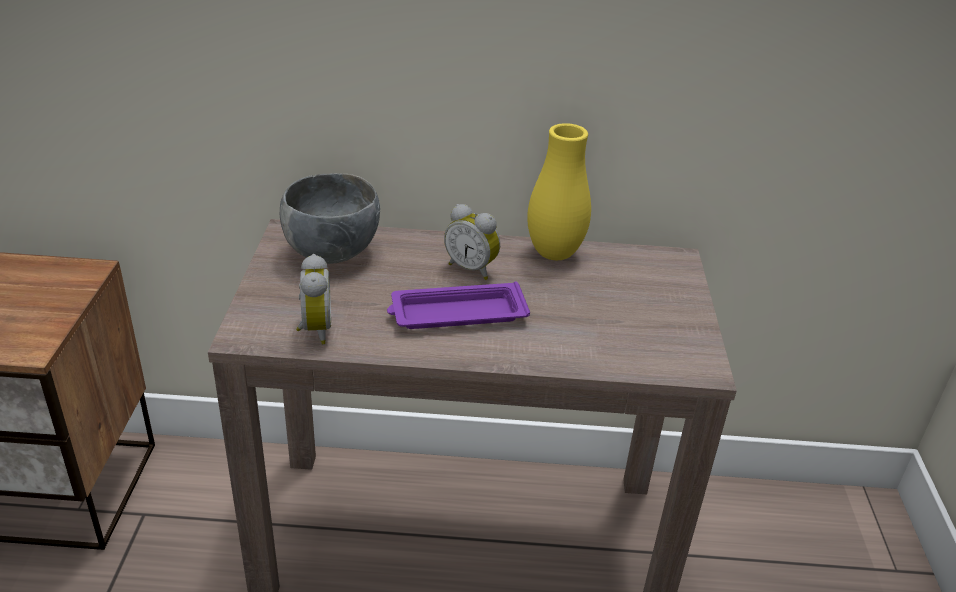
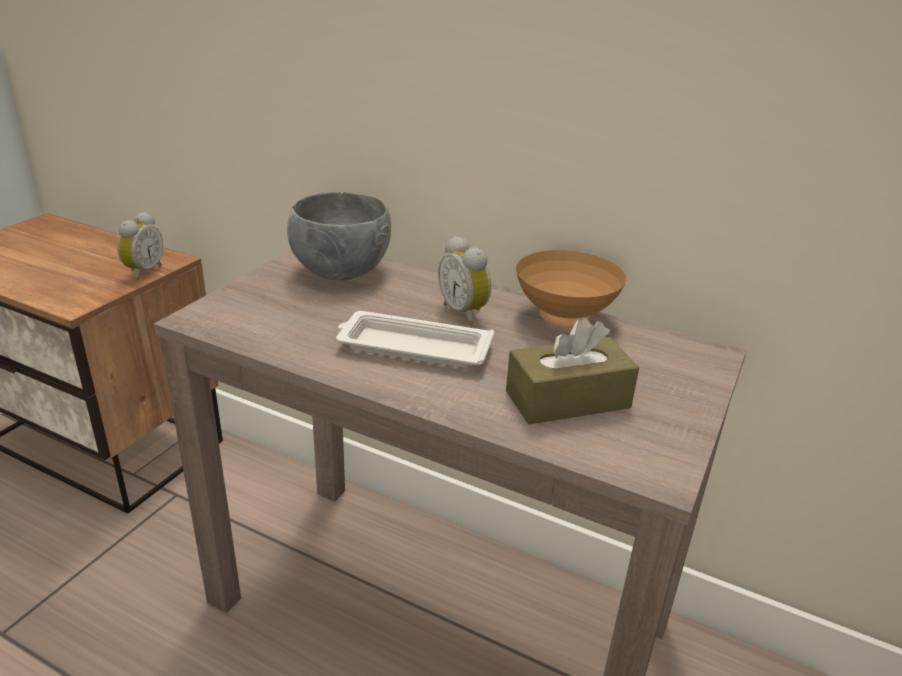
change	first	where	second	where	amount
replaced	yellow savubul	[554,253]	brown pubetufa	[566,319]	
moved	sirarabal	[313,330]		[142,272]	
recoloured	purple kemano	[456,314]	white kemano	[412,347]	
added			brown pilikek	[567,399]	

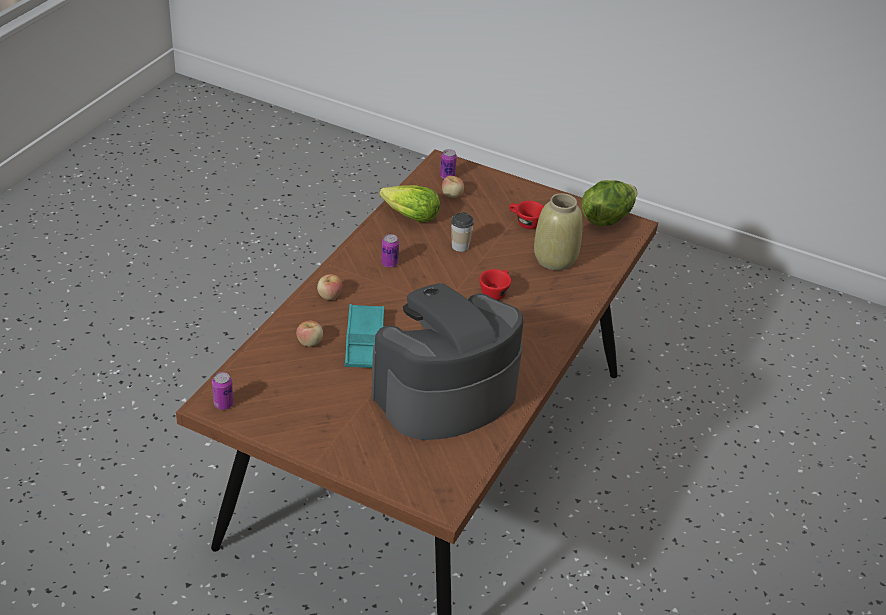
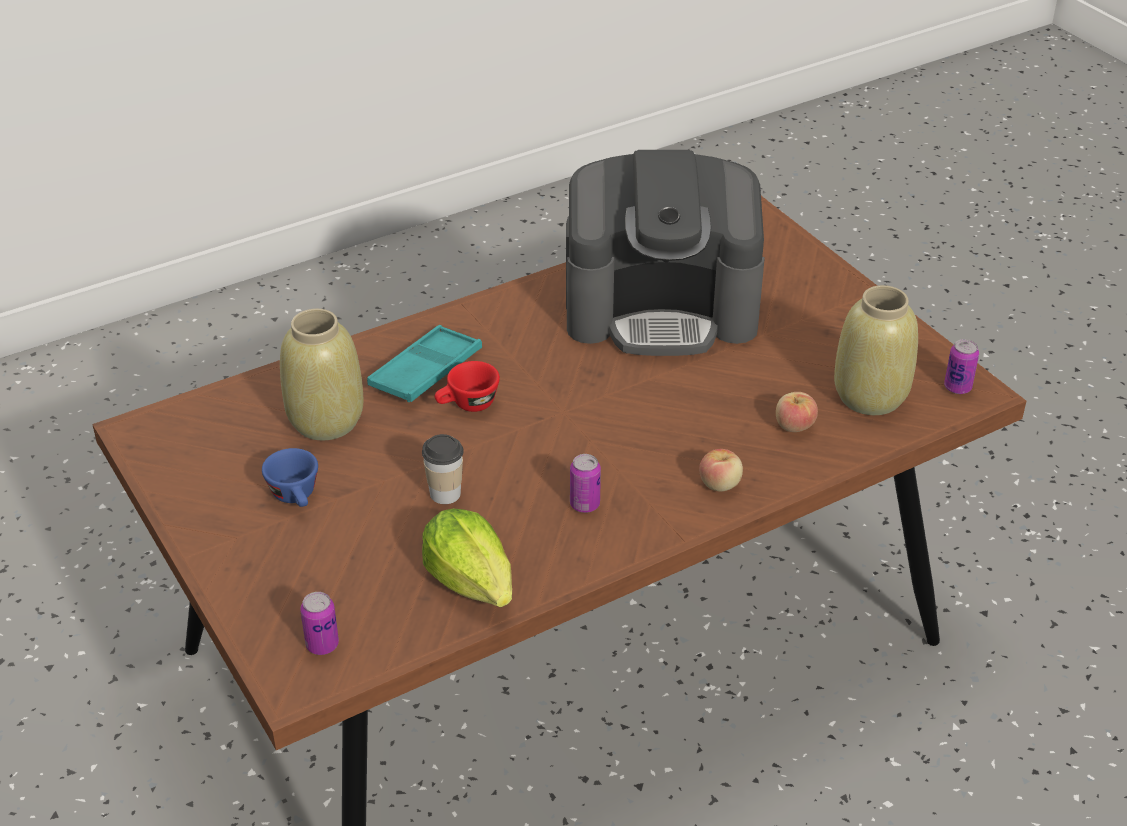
change	first	where	second	where	amount
removed	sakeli	[452,195]			
removed	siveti	[607,218]			
recoloured	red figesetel	[524,223]	blue figesetel	[296,497]	
moved	turquoise kemano	[364,341]		[426,371]	
added			beige savubul	[870,396]	

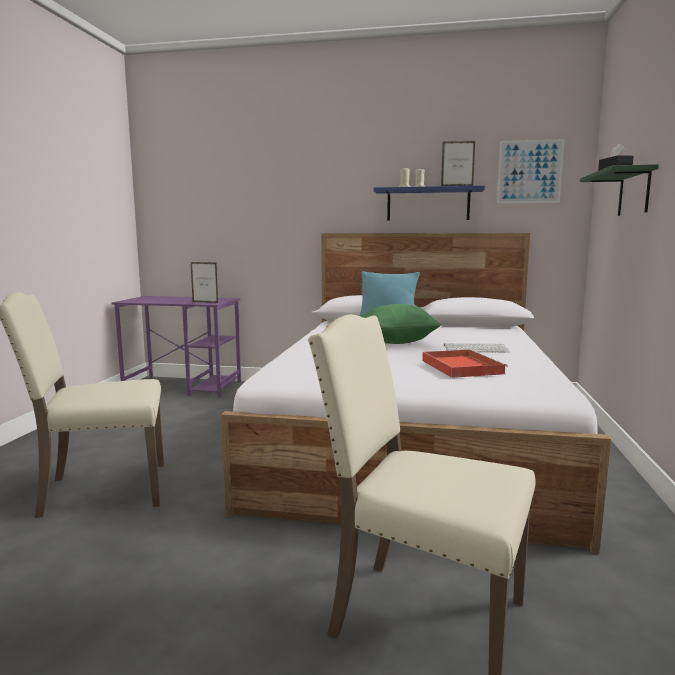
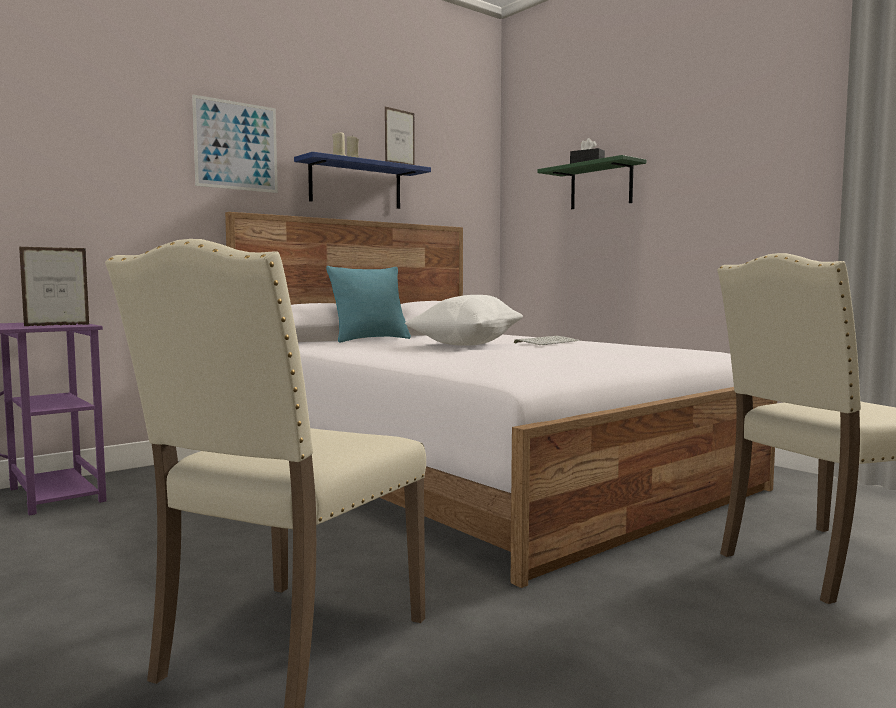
change	first	where	second	where	amount
moved	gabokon	[529,171]		[236,146]	
recoloured	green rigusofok	[395,342]	white rigusofok	[466,345]	
removed	red kemano	[460,366]			

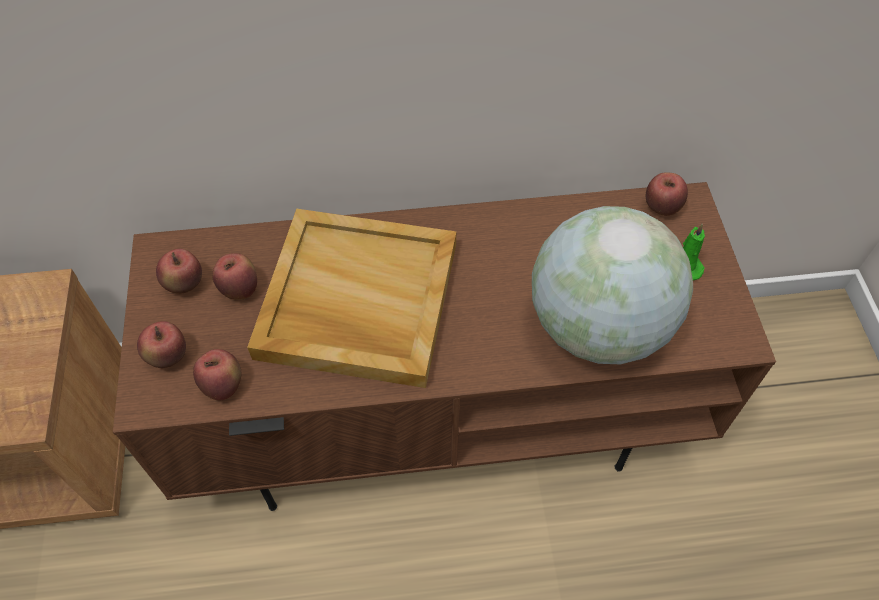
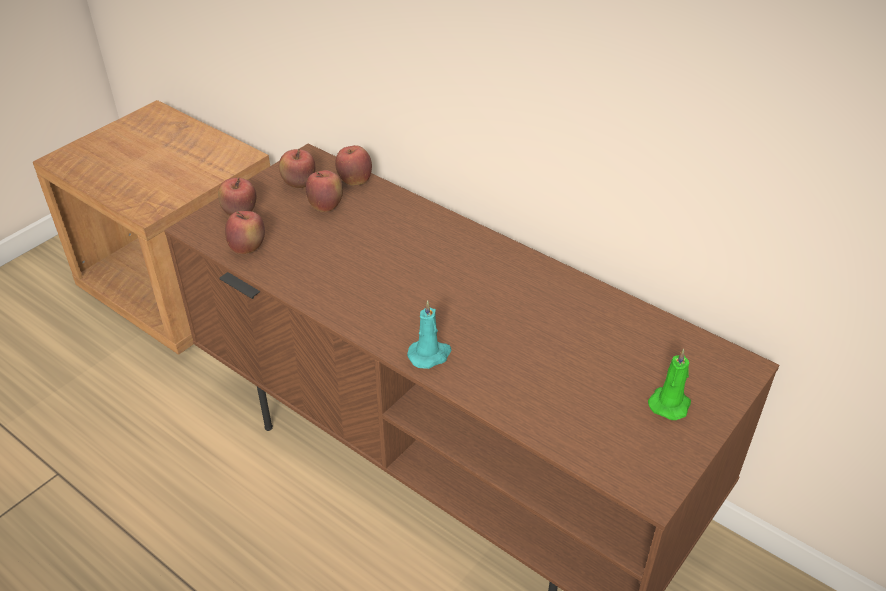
change	first	where	second	where	amount
moved	sakeli	[661,208]		[354,181]	
removed	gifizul	[598,326]			
removed	beige kemano	[356,301]			
added			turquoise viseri	[430,355]	

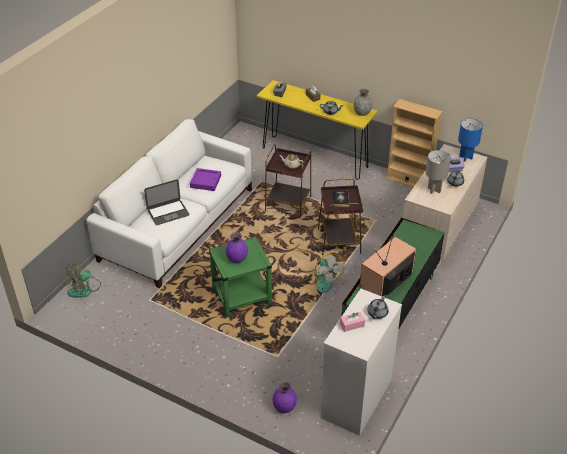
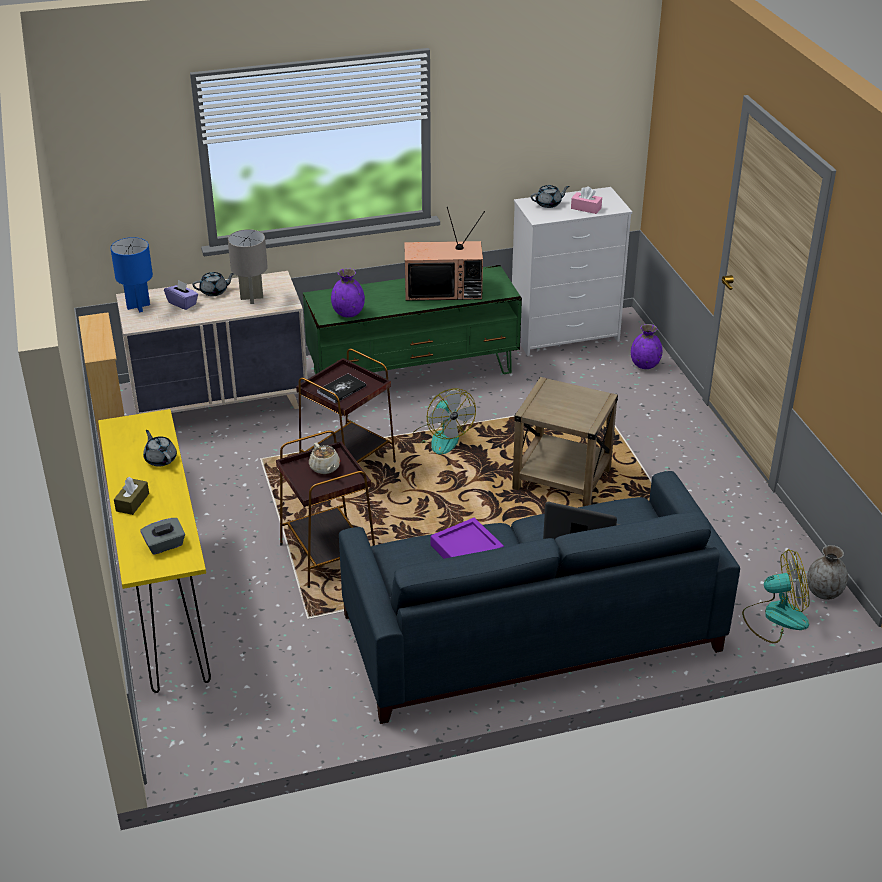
change	first	where	second	where	amount
moved	grey savubul	[362,113]		[823,593]	
recoloured	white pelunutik	[178,224]	blue pelunutik	[529,631]	
moved	purple savubul	[237,259]		[348,313]	
recoloured	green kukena	[241,296]	beige kukena	[562,479]	
turned	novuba	[322,280]		[440,438]	135 degrees clockwise

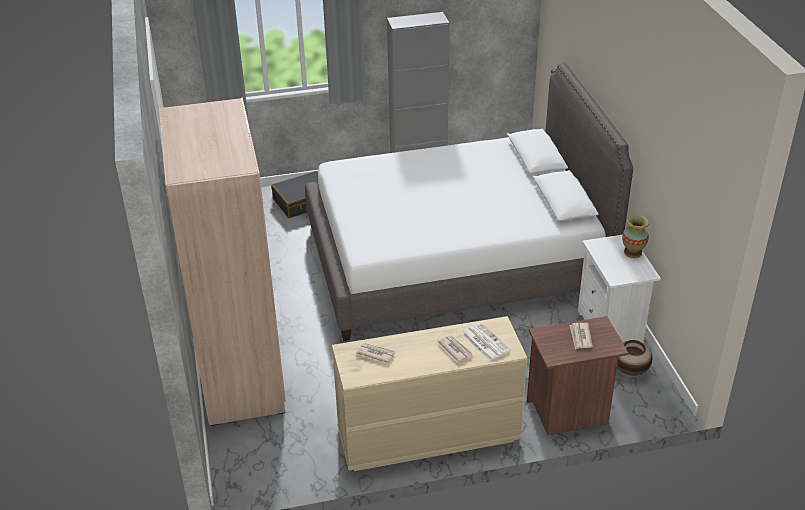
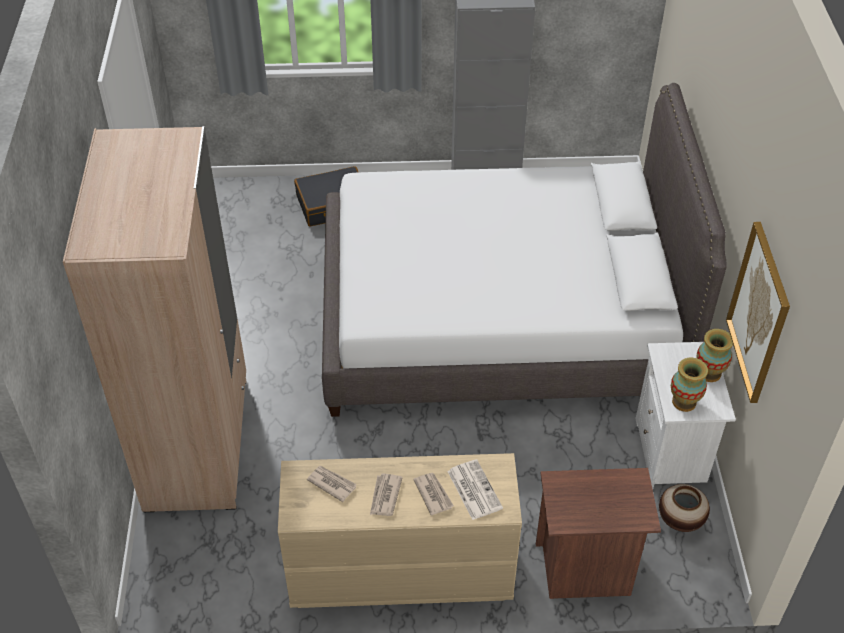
change	first	where	second	where	amount
moved	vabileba	[580,337]		[385,496]	
added			gabokon	[759,313]	
added			savubul	[684,402]	

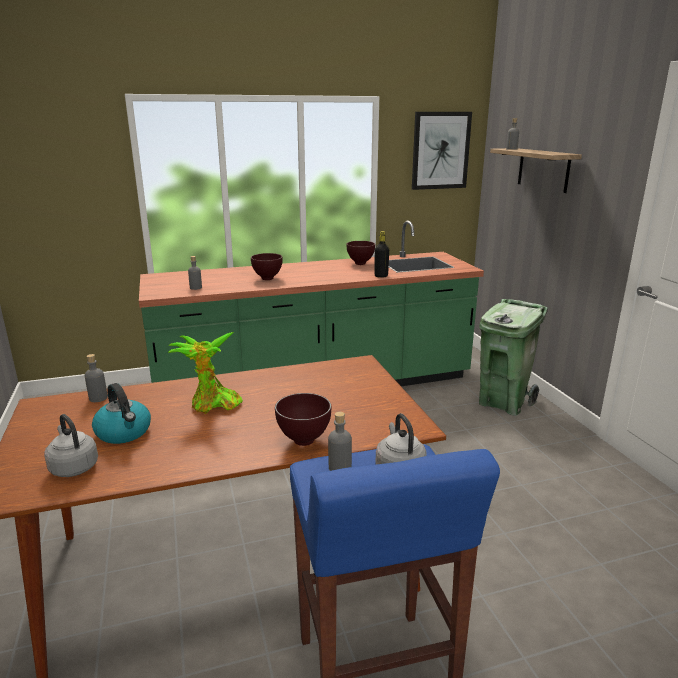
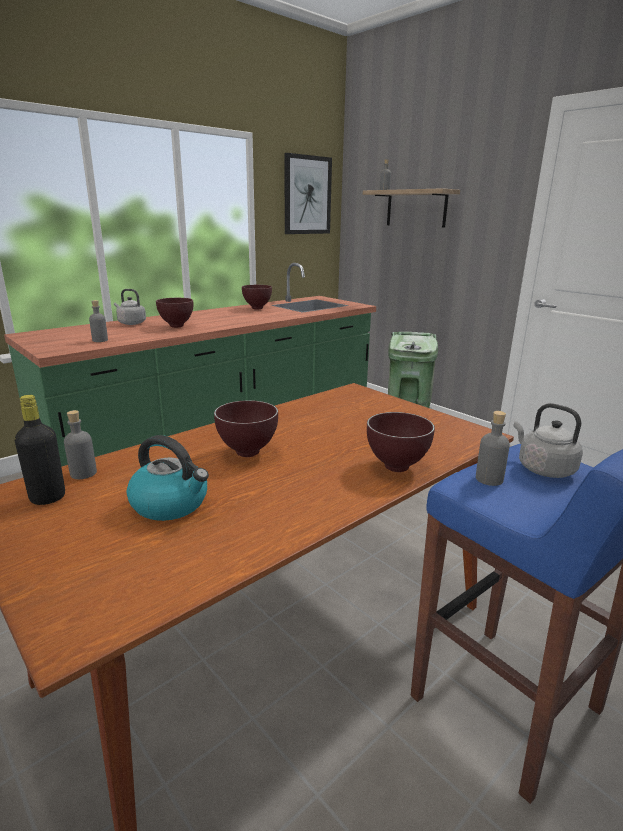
change	first	where	second	where	amount
moved	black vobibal	[381,276]		[48,498]	
replaced	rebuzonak	[212,405]	brown pubetufa	[249,453]	
moved	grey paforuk	[73,467]		[130,323]	

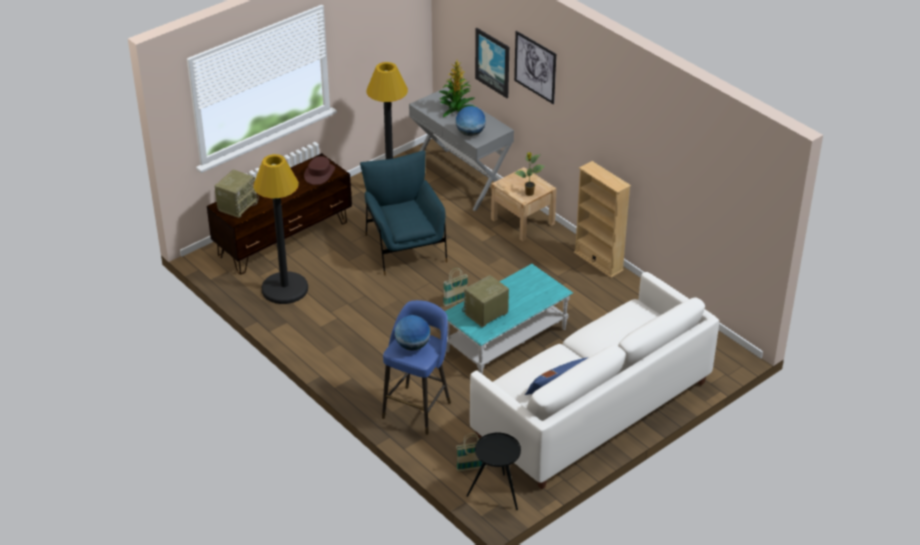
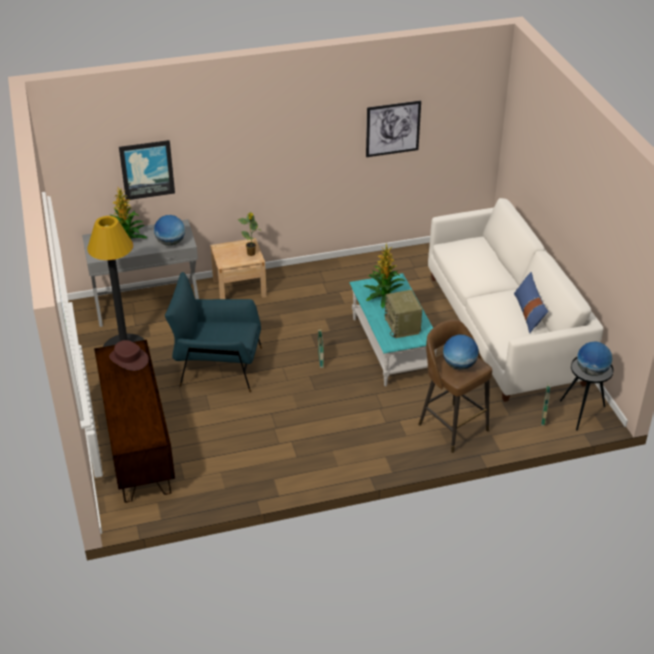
change	first	where	second	where	amount
moved	gabokon	[535,67]		[393,128]	
removed	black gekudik	[285,289]			
removed	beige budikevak	[598,261]			
removed	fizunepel	[237,205]			
recoloured	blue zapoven	[418,409]	brown zapoven	[451,426]	
added			rebuzonak	[383,296]	
added			gifizul	[592,371]	

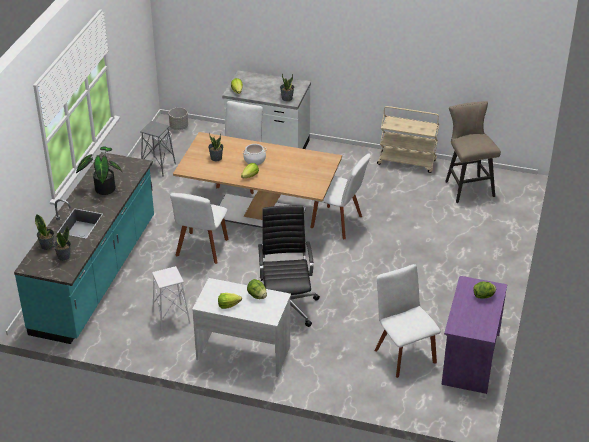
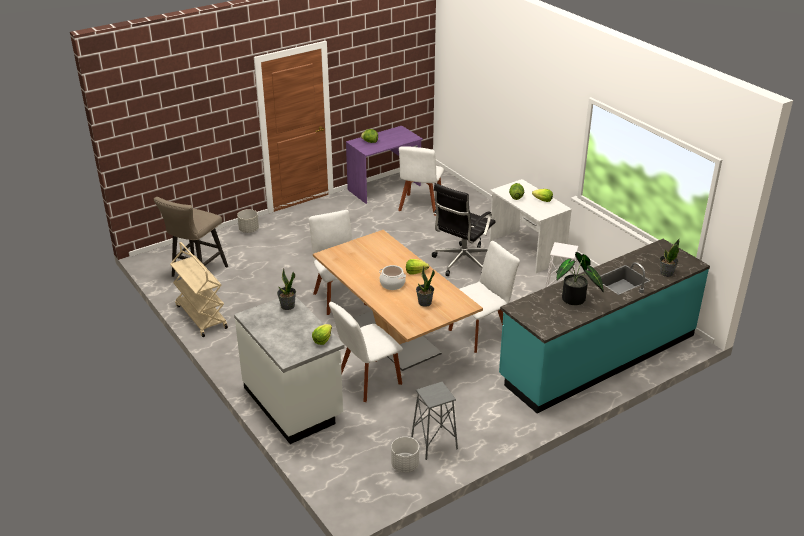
change	first	where	second	where	amount
moved	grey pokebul	[179,127]		[249,230]	
removed	rebuzonak	[64,256]			

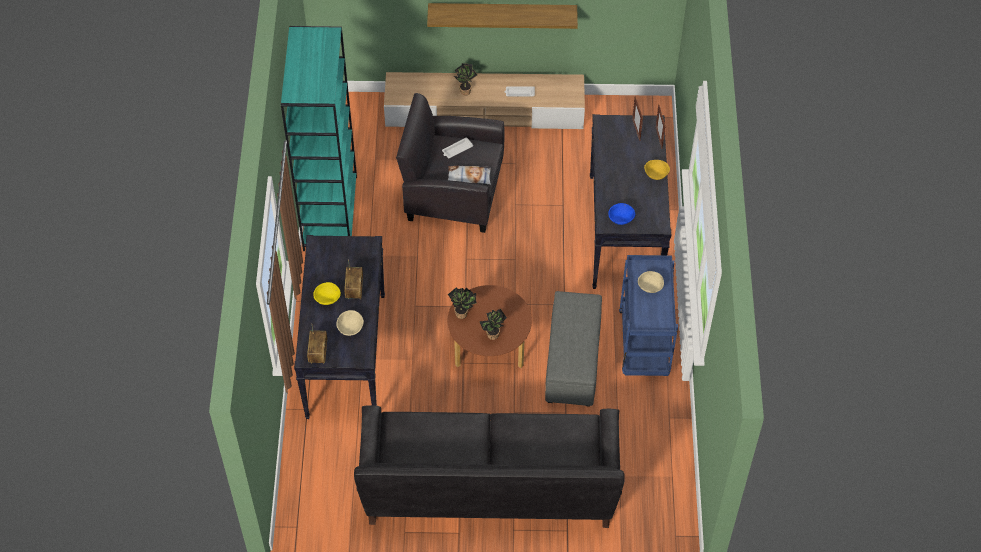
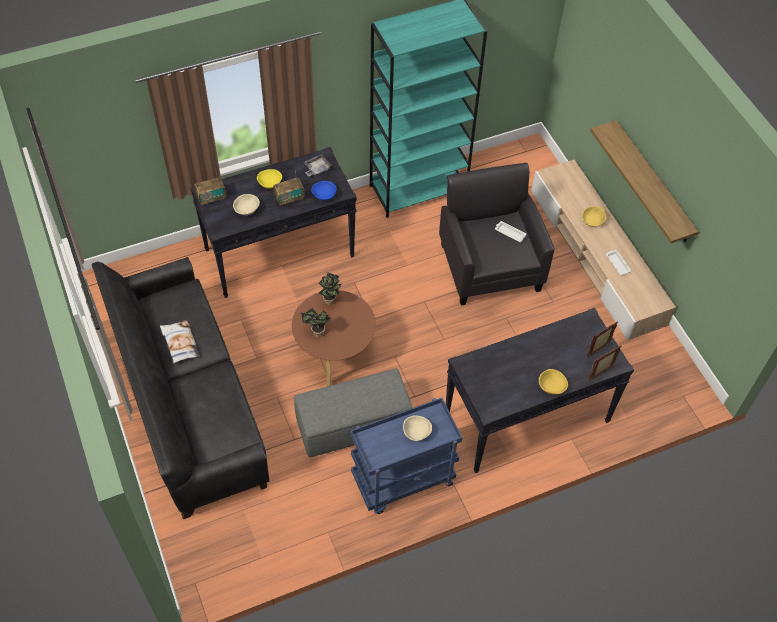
change	first	where	second	where	amount
replaced	rebuzonak	[465,90]	yellow pubetufa	[592,221]	
moved	rigusofok	[469,178]		[179,343]	
moved	blue pubetufa	[621,219]		[324,196]	
added			grey kemano	[317,168]	

